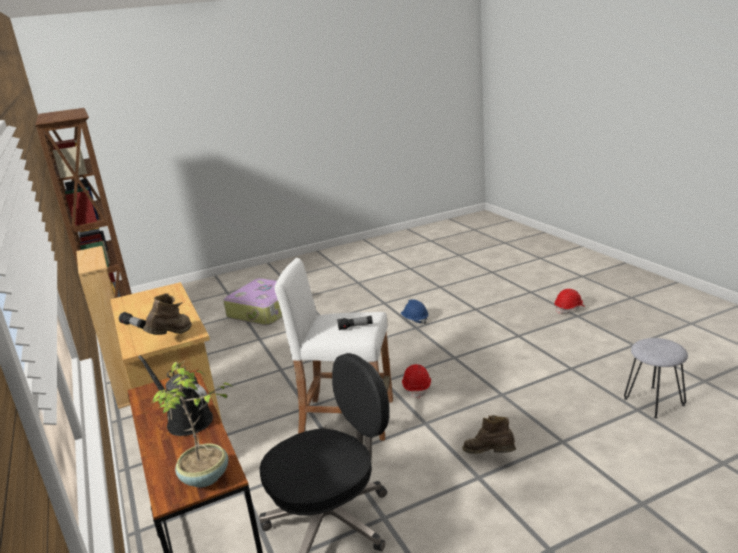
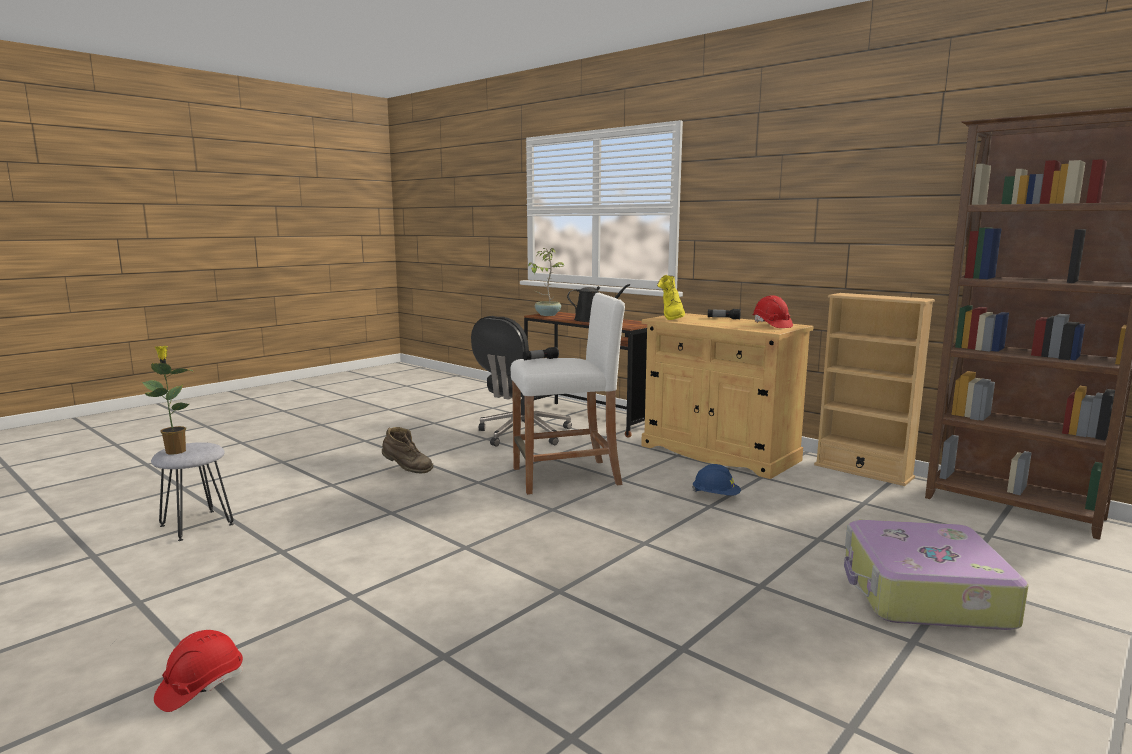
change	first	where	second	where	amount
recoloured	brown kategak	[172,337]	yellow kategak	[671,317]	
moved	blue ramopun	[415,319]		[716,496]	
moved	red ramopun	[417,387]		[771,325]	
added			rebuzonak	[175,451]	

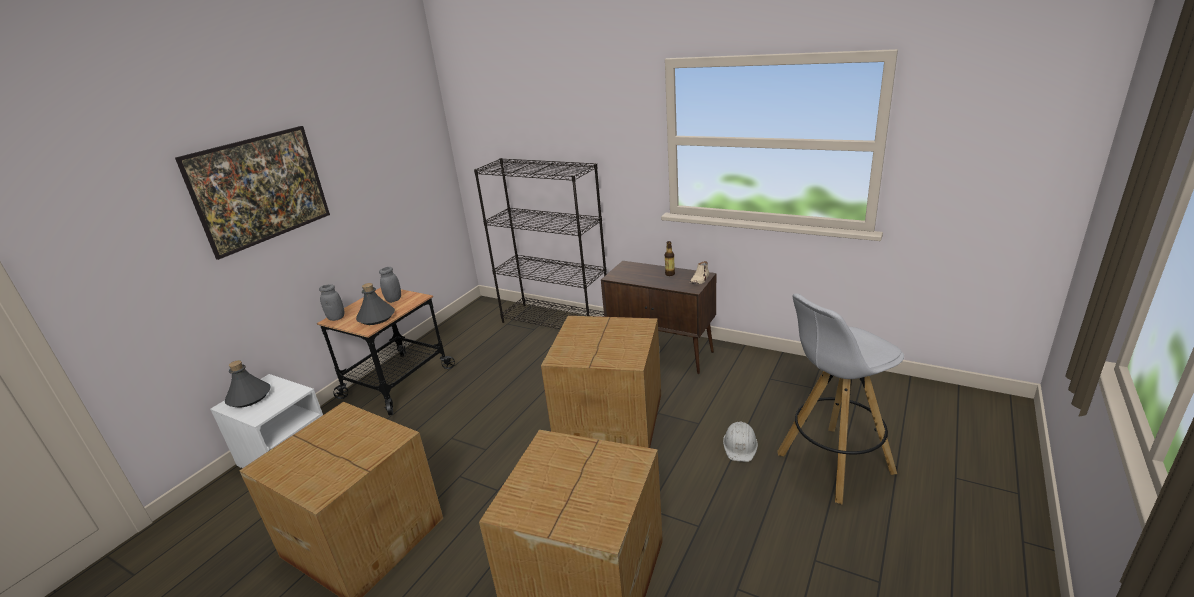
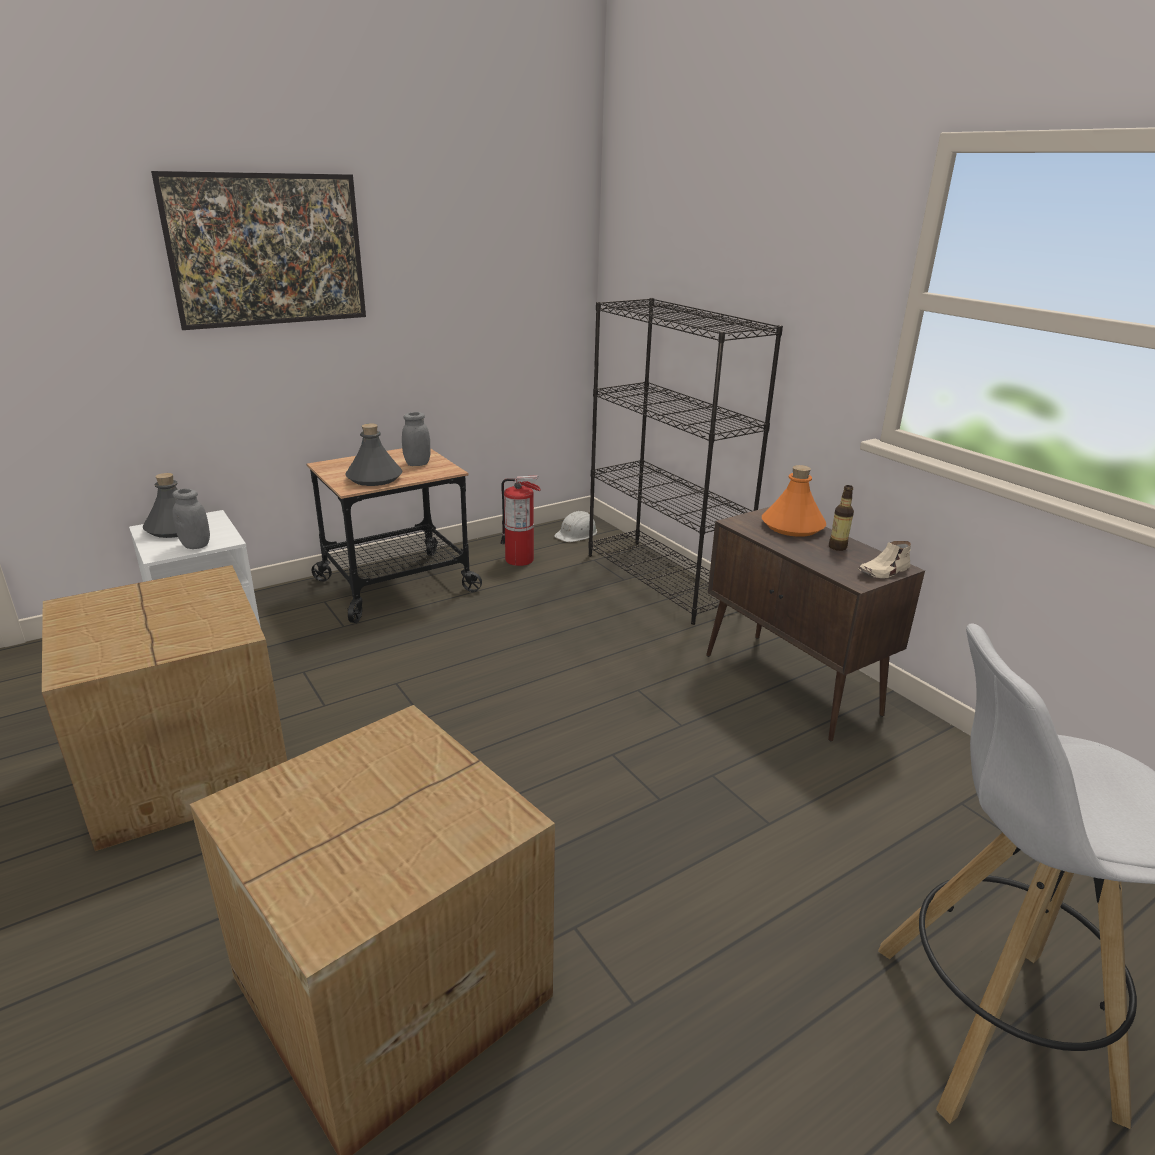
change	first	where	second	where	amount
moved	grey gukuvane	[336,318]		[196,545]	
removed	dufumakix	[611,418]			
moved	white ramopun	[740,445]		[577,534]	
added			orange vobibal	[792,526]	
added			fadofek	[520,559]	

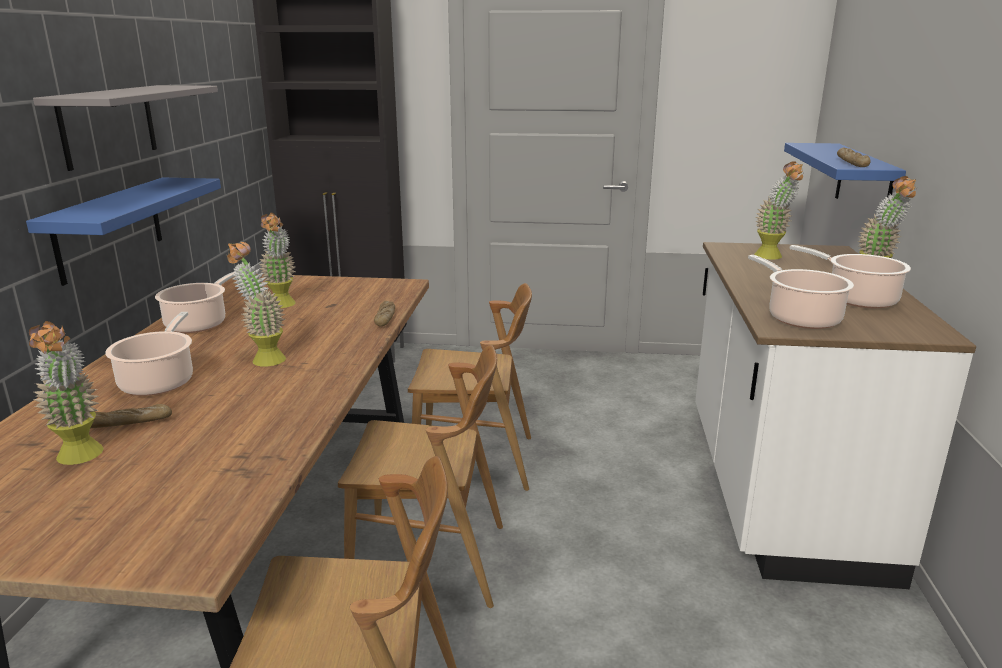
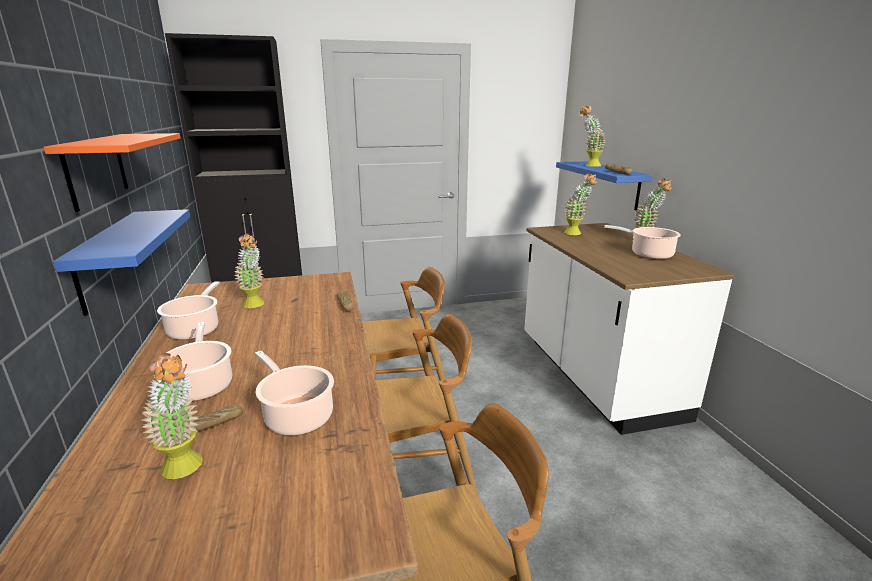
change	first	where	second	where	amount
recoloured	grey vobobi	[109,125]	orange vobobi	[96,169]	
moved	rebuzonak	[263,358]		[588,165]	
moved	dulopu	[800,318]		[297,415]	

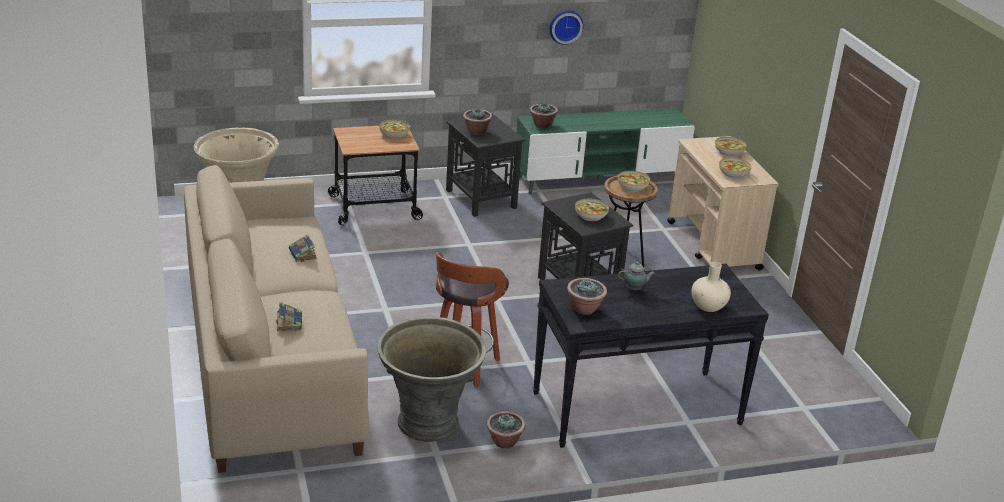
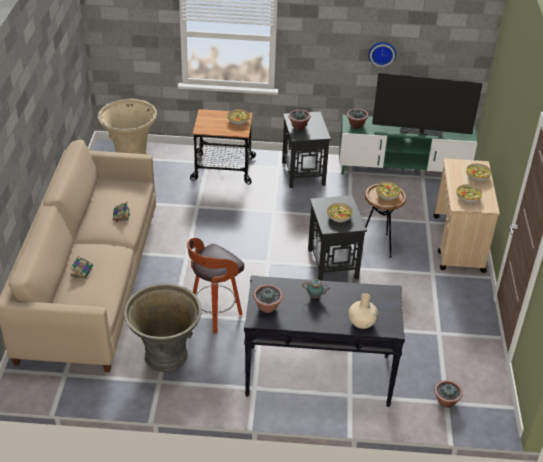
change	first	where	second	where	amount
moved	rebuzonak	[504,442]		[446,402]	
added			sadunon	[421,132]	

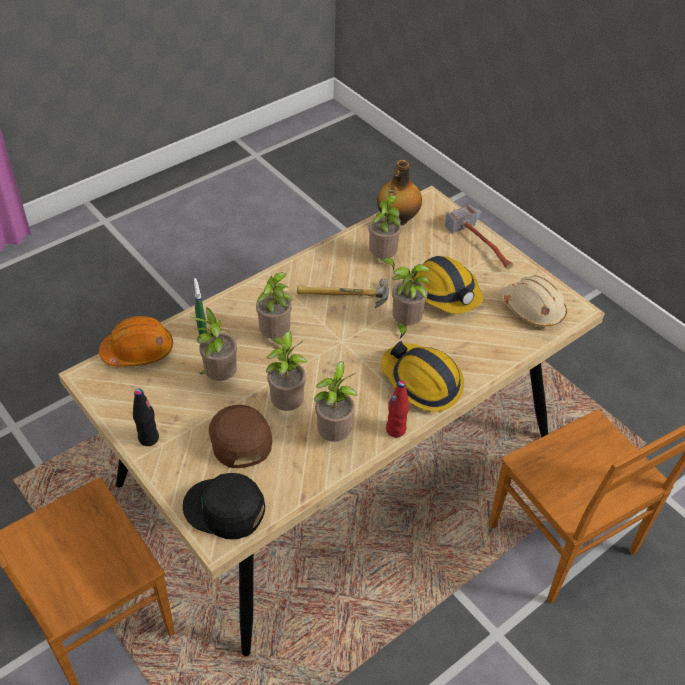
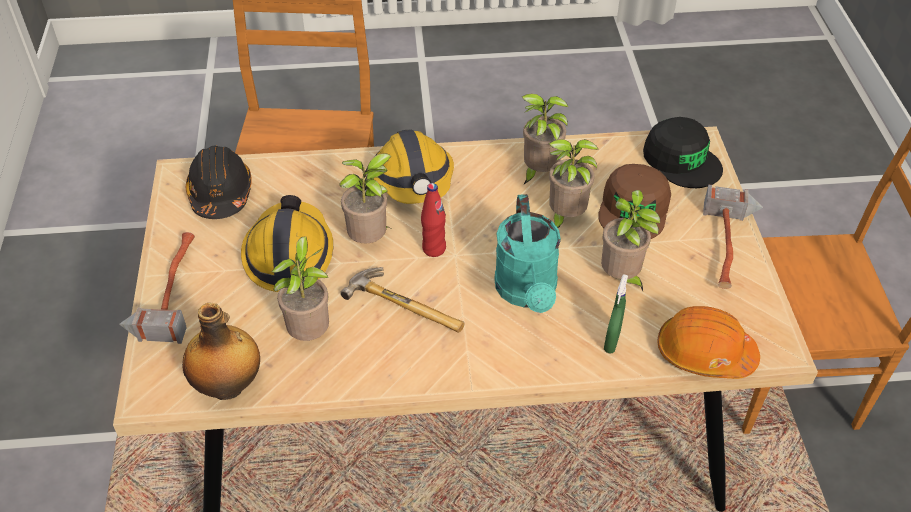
change	first	where	second	where	amount
replaced	rebuzonak	[275,338]	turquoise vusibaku	[527,293]	
recoloured	beige ramopun	[533,310]	black ramopun	[220,193]	
moved	red vobibal	[396,430]		[434,249]	
replaced	black vobibal	[148,438]	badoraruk	[730,248]	

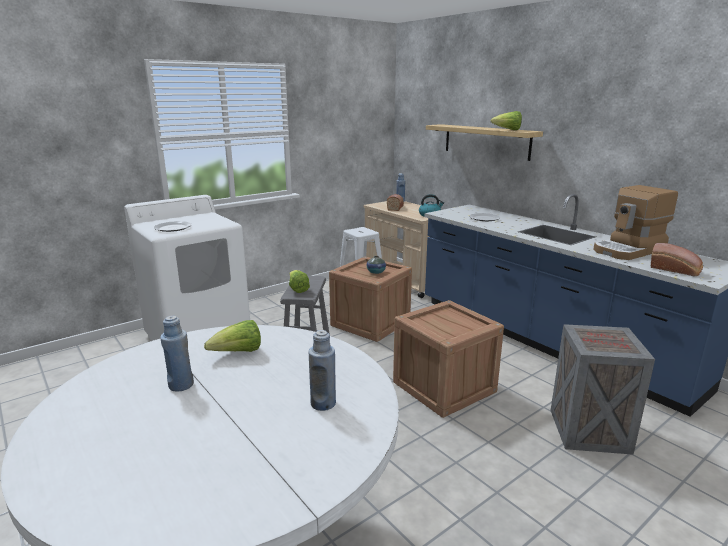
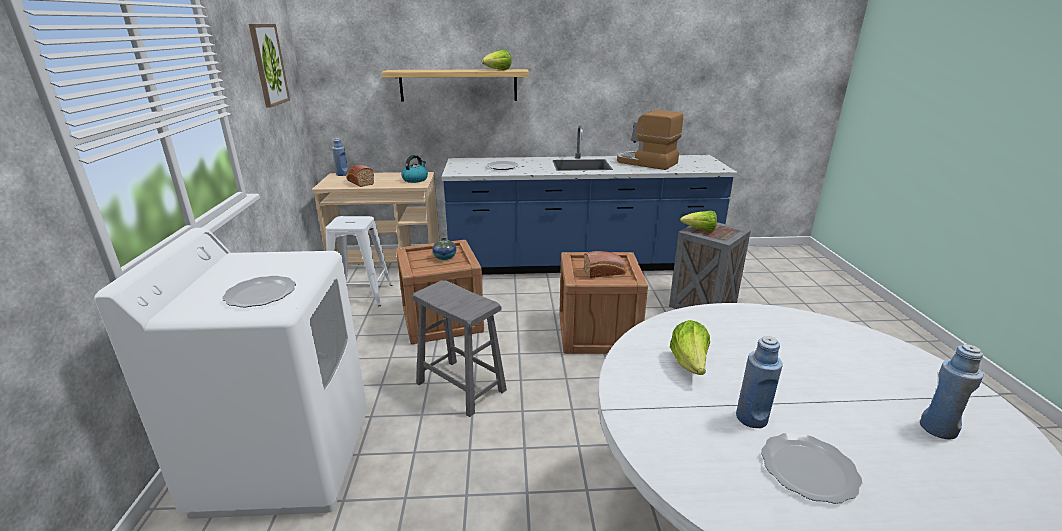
change	first	where	second	where	amount
turned	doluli	[629,250]		[646,163]	120 degrees clockwise
moved	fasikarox	[676,270]		[605,272]	
moved	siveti	[297,289]		[700,230]	
moved	blue vobibal	[323,403]		[937,429]	
added			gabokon	[268,65]	
added			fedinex	[807,468]	

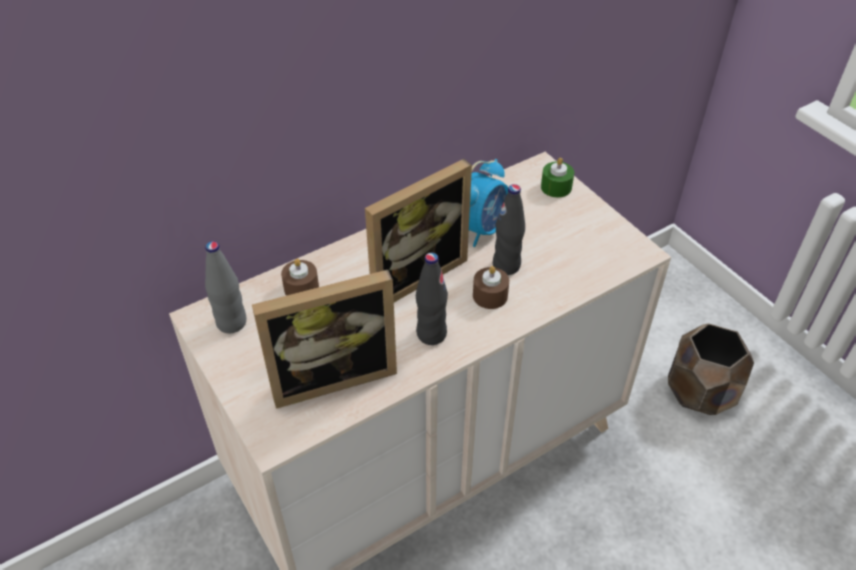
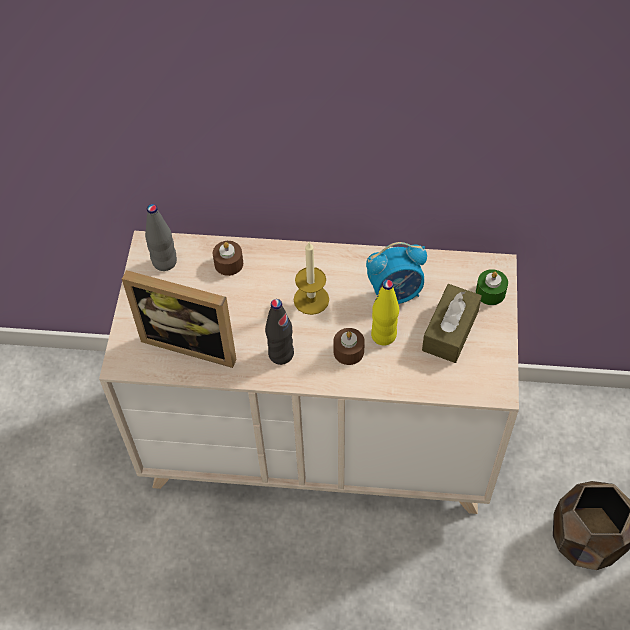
change	first	where	second	where	amount
replaced	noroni	[412,274]	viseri	[311,299]	
recoloured	black vobibal	[506,266]	yellow vobibal	[384,335]	
added			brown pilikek	[450,331]	

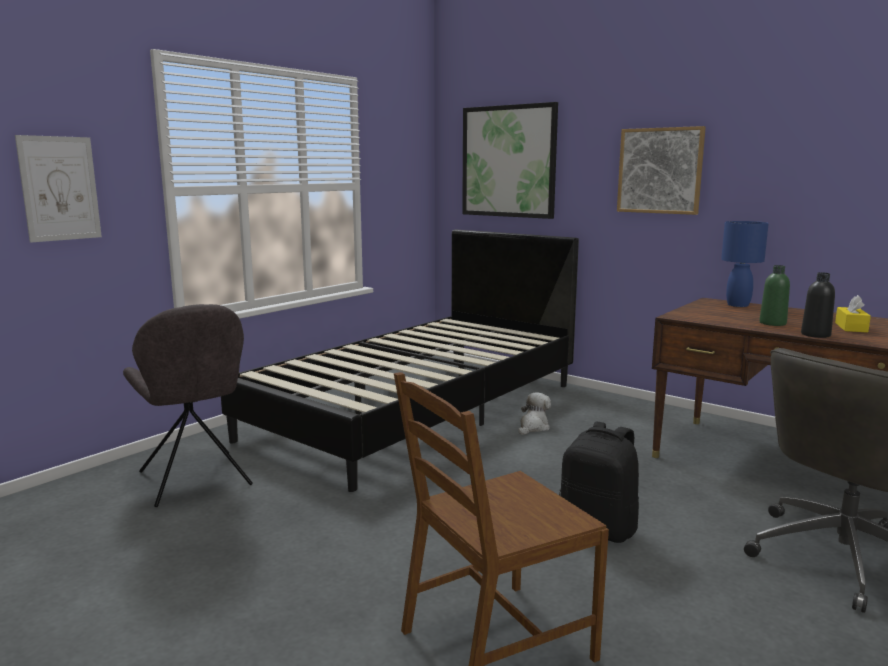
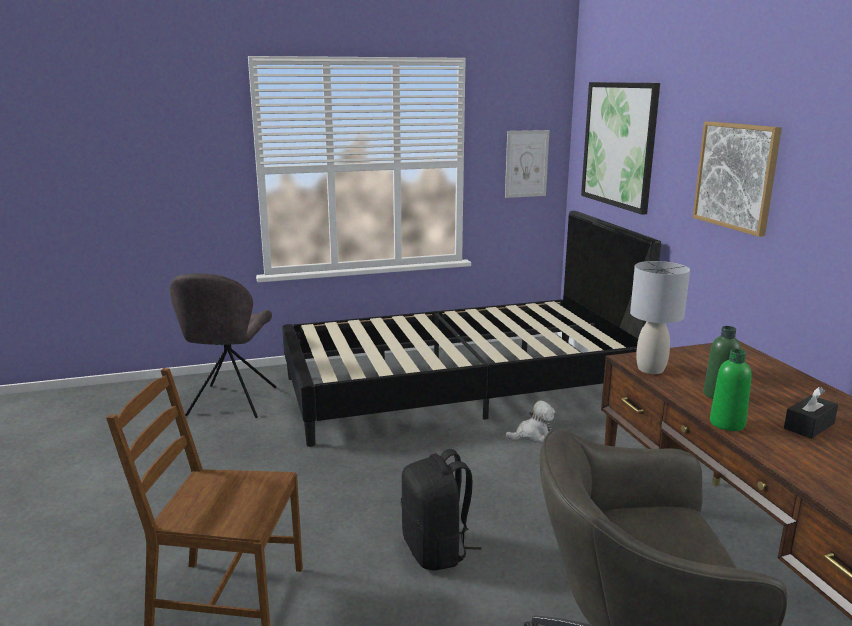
change	first	where	second	where	amount
moved	gabokon	[60,188]		[526,164]	
removed	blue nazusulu	[738,305]			
recoloured	black vobibal	[815,335]	green vobibal	[727,423]	
recoloured	yellow pilikek	[851,327]	black pilikek	[809,426]	
added			grey nazusulu	[650,369]	

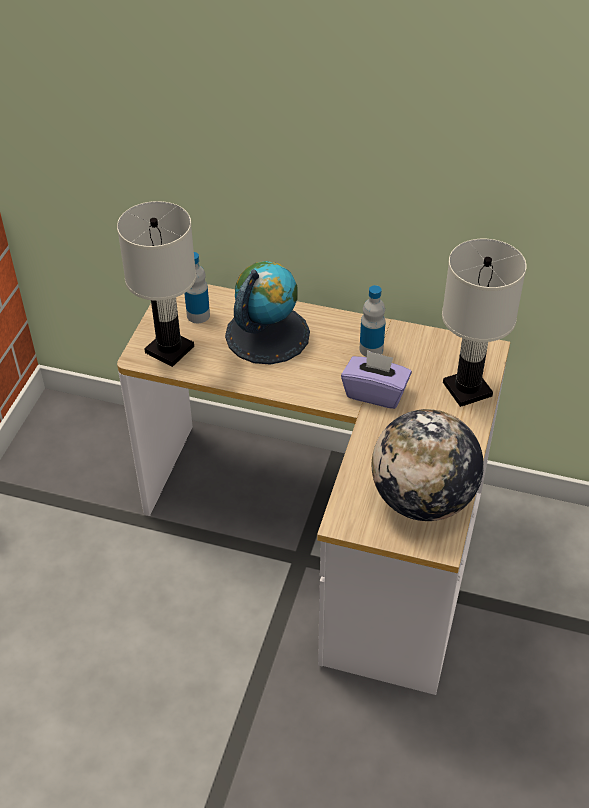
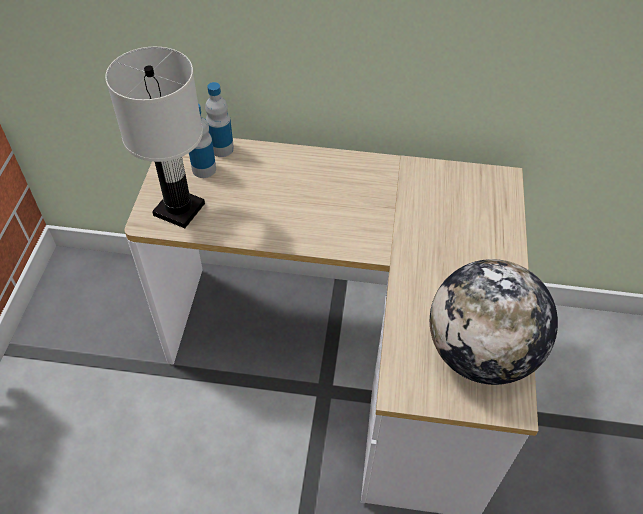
change	first	where	second	where	amount
removed	white nazusulu	[467,389]			
removed	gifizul	[267,334]			
moved	vobibal	[371,349]		[222,148]	
removed	purple pilikek	[375,393]			

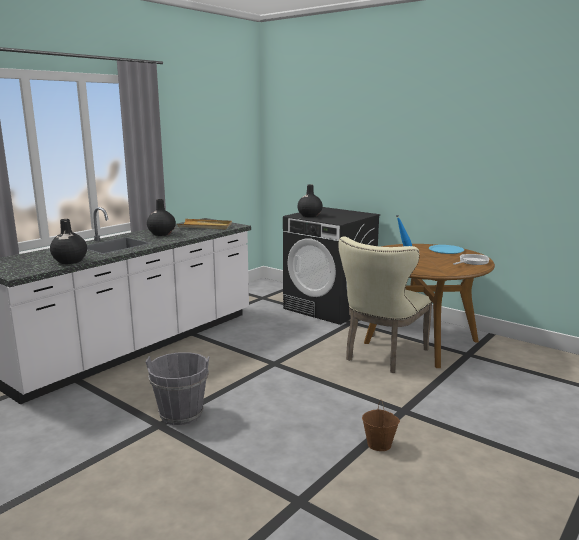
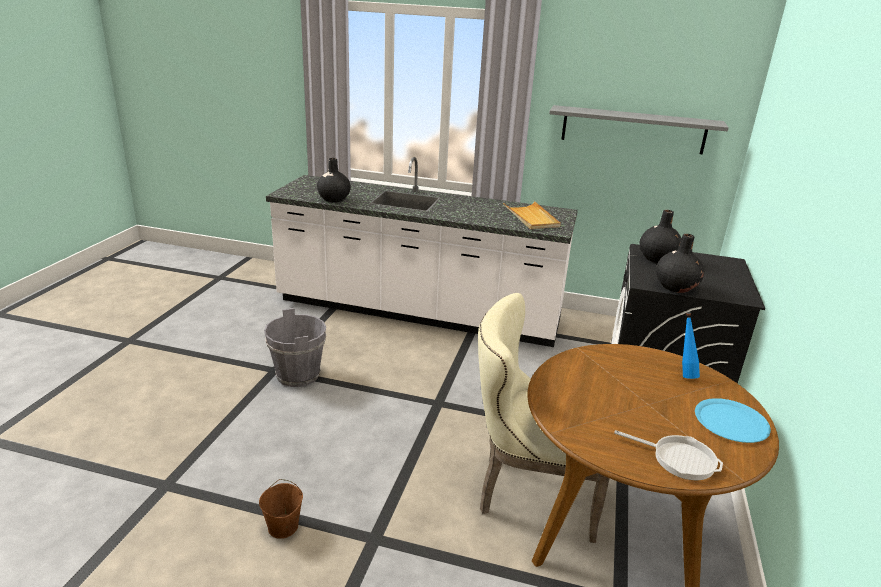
change	first	where	second	where	amount
moved	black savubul	[161,234]		[676,287]	
added			grey vobobi	[633,129]	

